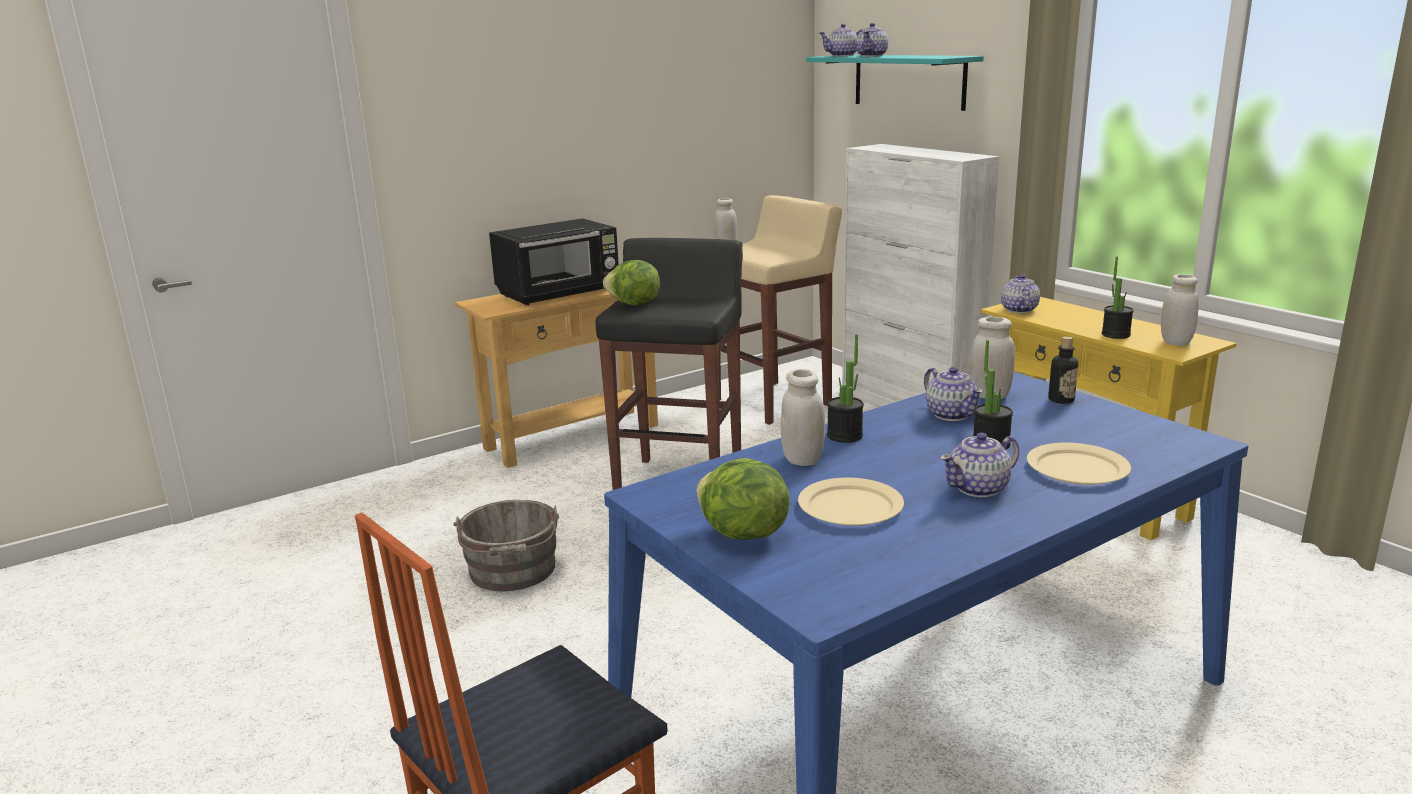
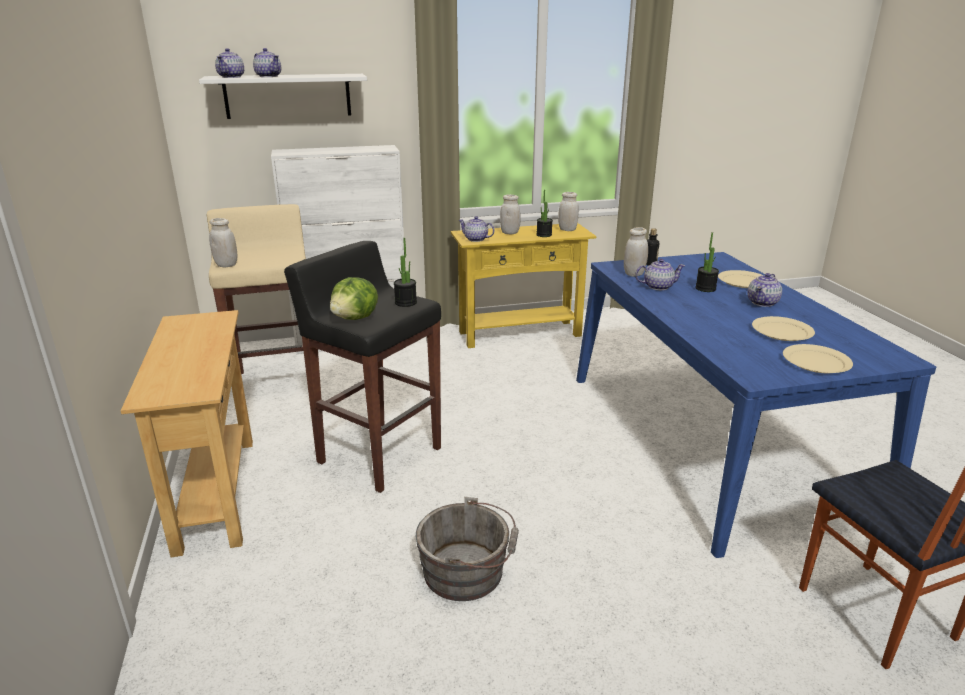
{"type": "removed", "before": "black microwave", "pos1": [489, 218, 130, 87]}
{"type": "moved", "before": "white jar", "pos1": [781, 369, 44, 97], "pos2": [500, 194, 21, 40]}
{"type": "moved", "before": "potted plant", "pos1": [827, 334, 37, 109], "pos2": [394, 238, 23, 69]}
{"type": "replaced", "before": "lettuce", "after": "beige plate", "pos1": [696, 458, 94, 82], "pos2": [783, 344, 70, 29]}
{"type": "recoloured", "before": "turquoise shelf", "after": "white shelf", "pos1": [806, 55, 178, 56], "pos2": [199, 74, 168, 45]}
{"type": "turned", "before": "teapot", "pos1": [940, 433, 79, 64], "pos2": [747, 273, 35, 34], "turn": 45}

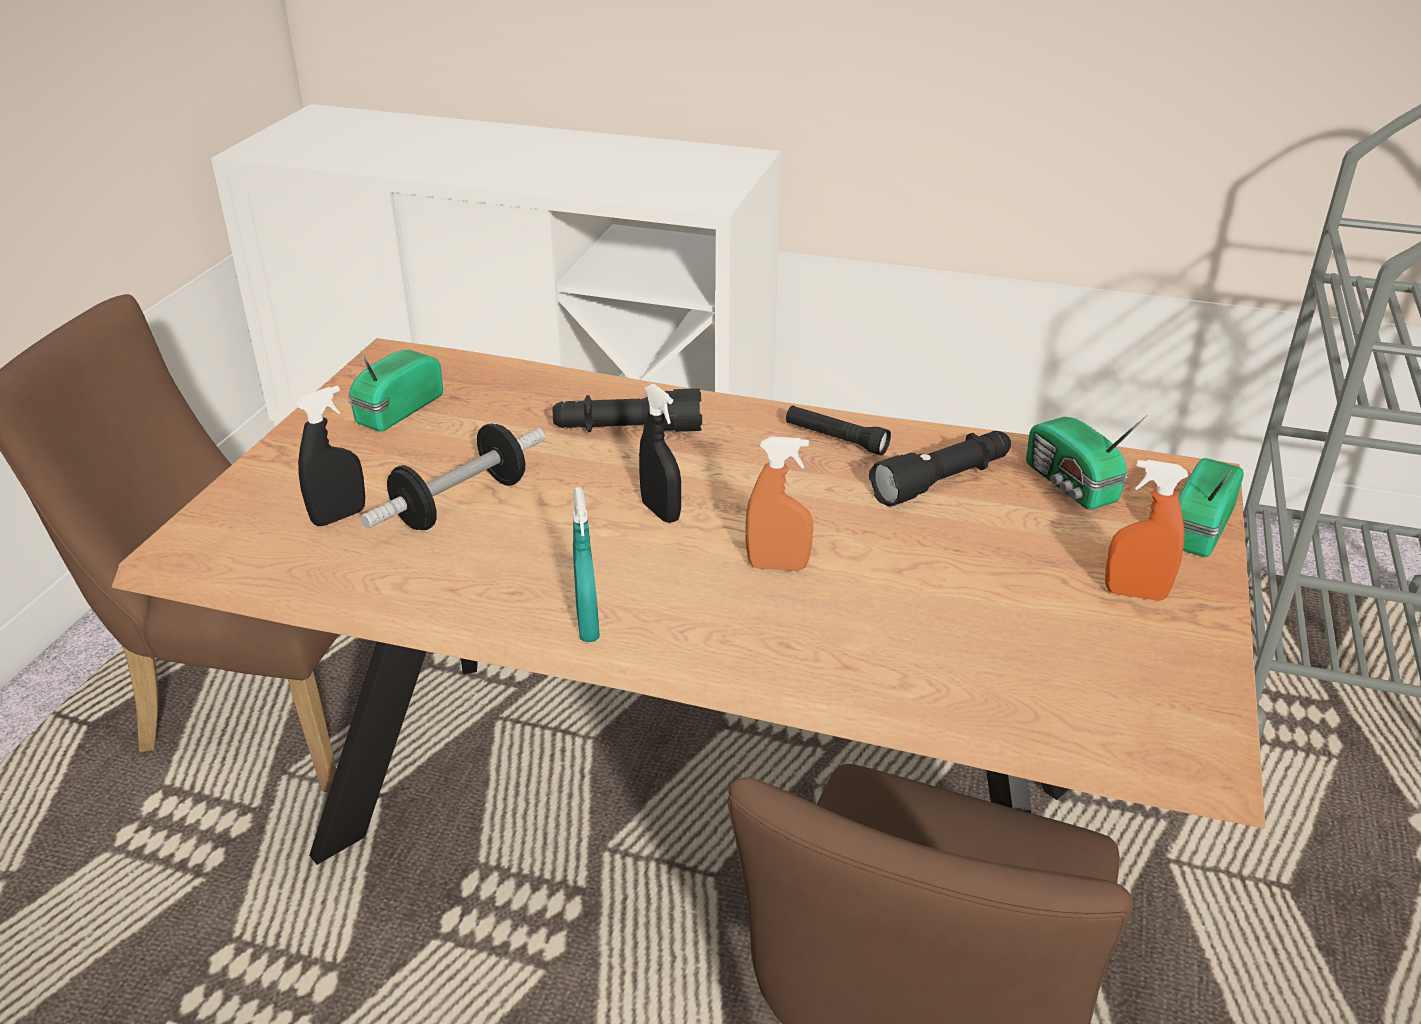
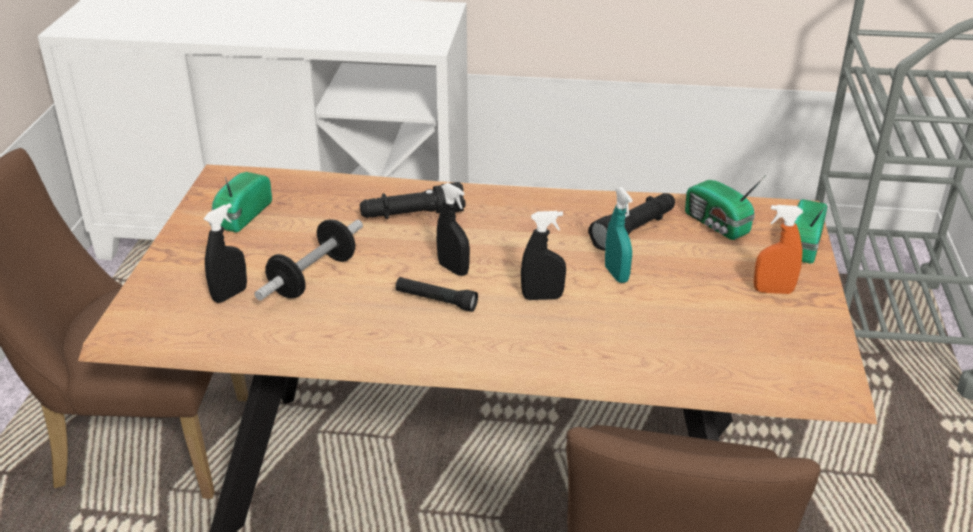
{"type": "moved", "before": "turquoise spray bottle", "pos1": [573, 487, 27, 155], "pos2": [605, 187, 28, 96]}
{"type": "moved", "before": "black flashlight", "pos1": [786, 406, 105, 49], "pos2": [396, 277, 82, 35]}
{"type": "recoloured", "before": "orange spray bottle", "after": "black spray bottle", "pos1": [745, 437, 68, 134], "pos2": [521, 211, 45, 89]}

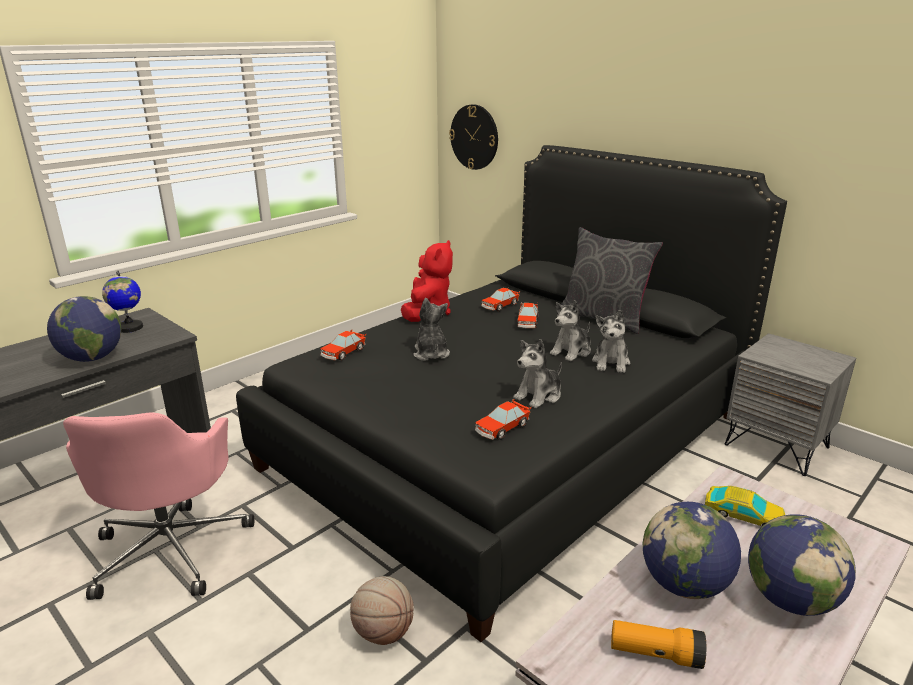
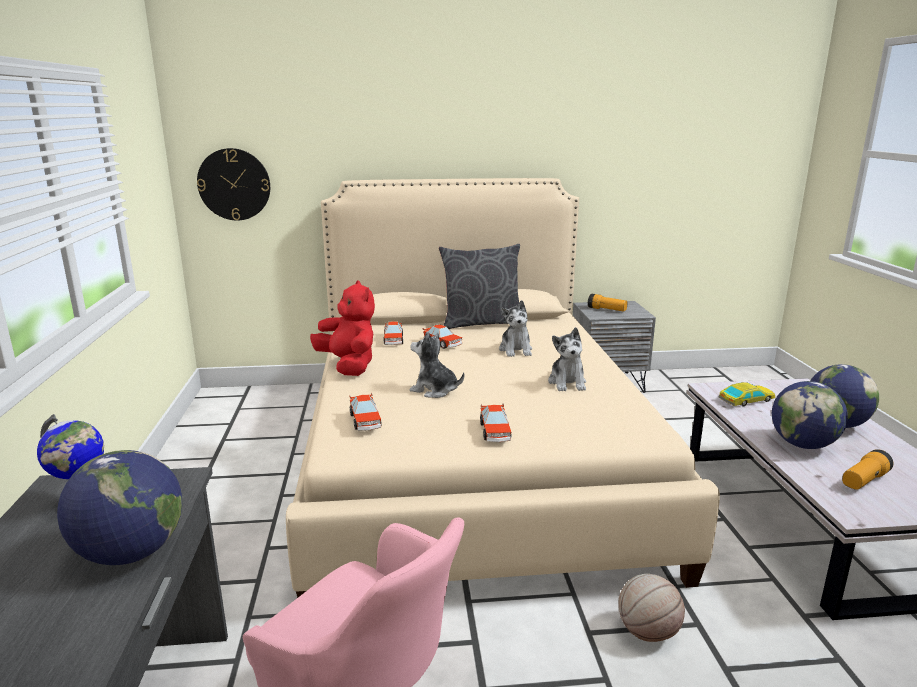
{"type": "removed", "before": "plush toy", "pos1": [592, 310, 38, 63]}
{"type": "added", "after": "flashlight", "pos2": [588, 294, 39, 18]}
{"type": "moved", "before": "toy car", "pos1": [475, 399, 56, 41], "pos2": [480, 404, 31, 38]}
{"type": "recoloured", "before": "black bed", "after": "beige bed", "pos1": [236, 145, 551, 497], "pos2": [286, 178, 434, 420]}

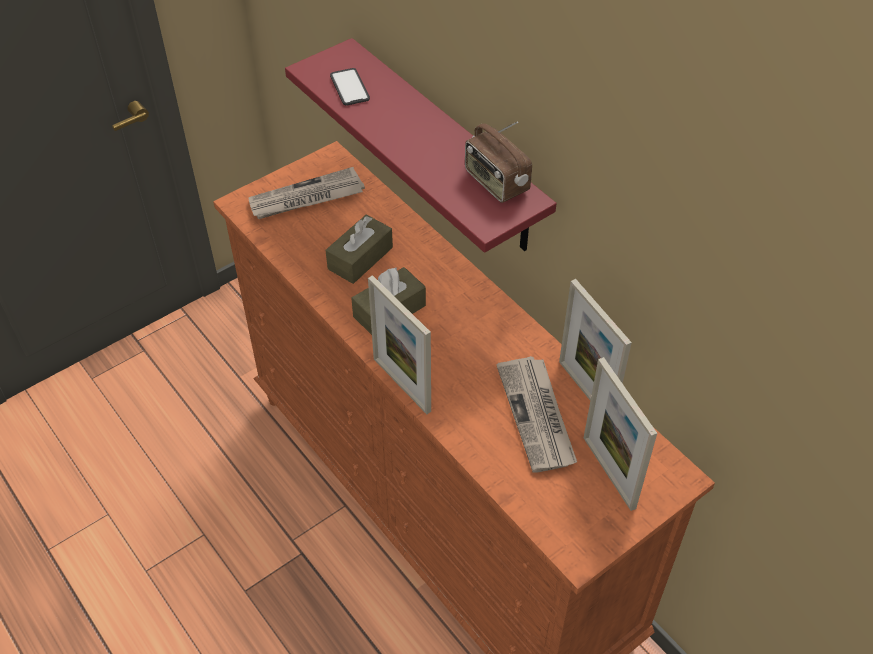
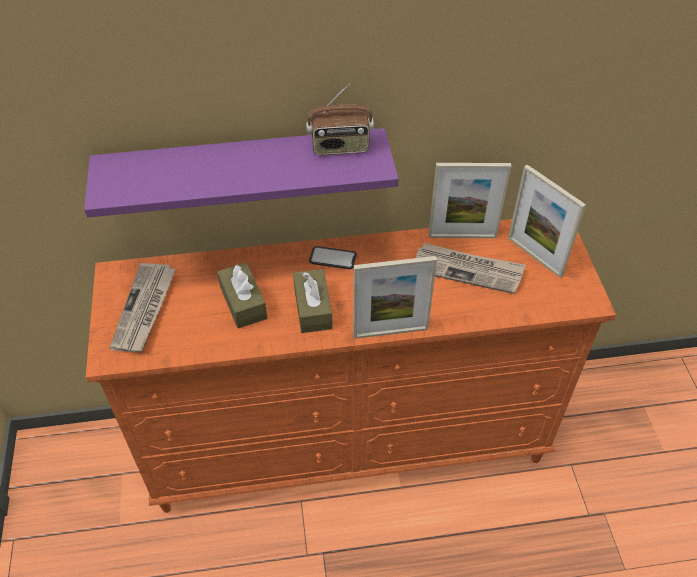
{"type": "moved", "before": "phone", "pos1": [330, 68, 40, 38], "pos2": [309, 246, 48, 23]}
{"type": "recoloured", "before": "red shelf", "after": "purple shelf", "pos1": [285, 38, 272, 215], "pos2": [84, 128, 315, 89]}
{"type": "turned", "before": "picture frame", "pos1": [584, 357, 73, 154], "pos2": [508, 165, 78, 113], "turn": 45}

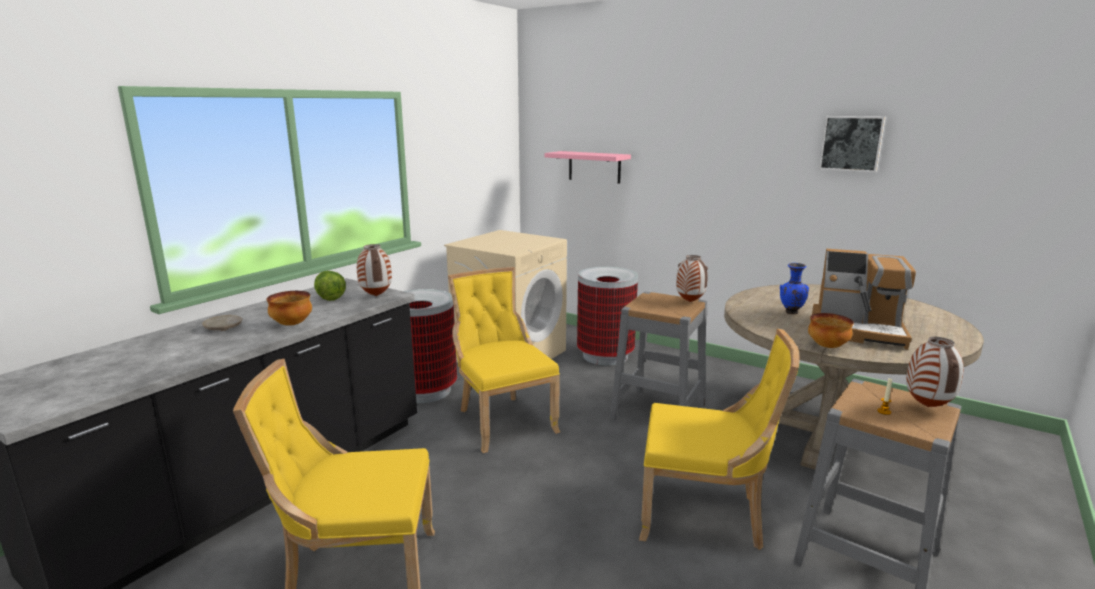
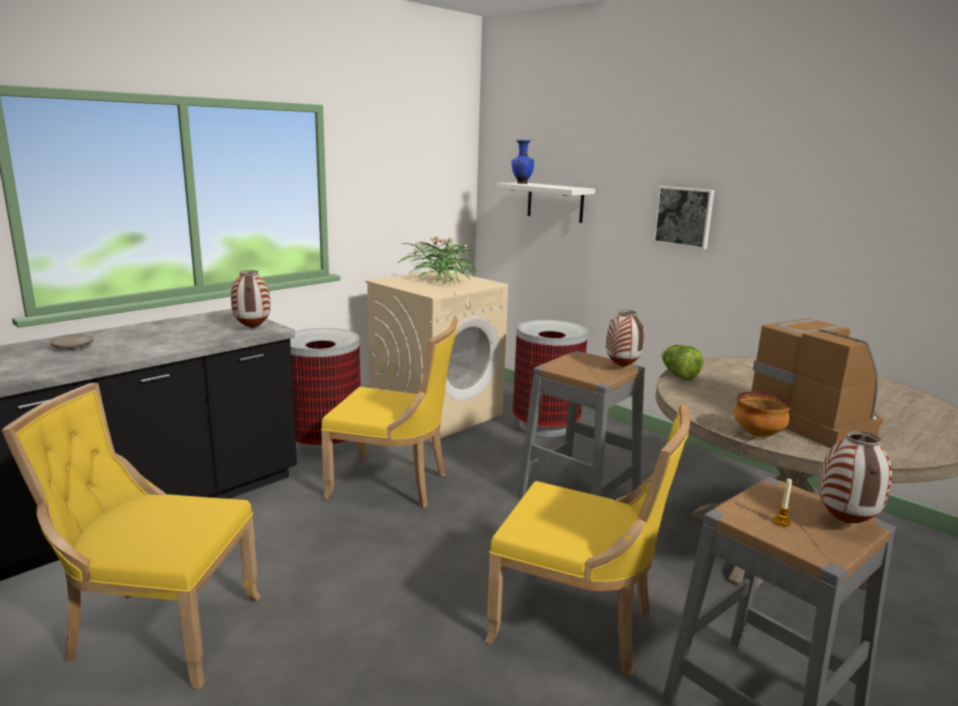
{"type": "removed", "before": "bowl", "pos1": [266, 291, 46, 35]}
{"type": "added", "after": "potted plant", "pos2": [398, 236, 79, 49]}
{"type": "moved", "before": "lettuce", "pos1": [314, 271, 32, 30], "pos2": [661, 345, 42, 35]}
{"type": "moved", "before": "blue vase", "pos1": [780, 263, 29, 51], "pos2": [511, 140, 23, 44]}
{"type": "moved", "before": "picture", "pos1": [819, 116, 67, 56], "pos2": [653, 186, 61, 63]}
{"type": "recoloured", "before": "pink shelf", "after": "white shelf", "pos1": [544, 151, 87, 33], "pos2": [497, 182, 98, 41]}
{"type": "turned", "before": "yellow chair", "pos1": [448, 267, 112, 186], "pos2": [321, 318, 137, 190], "turn": 120}
{"type": "turned", "before": "coffee machine", "pos1": [812, 249, 104, 101], "pos2": [751, 318, 133, 130], "turn": -150}

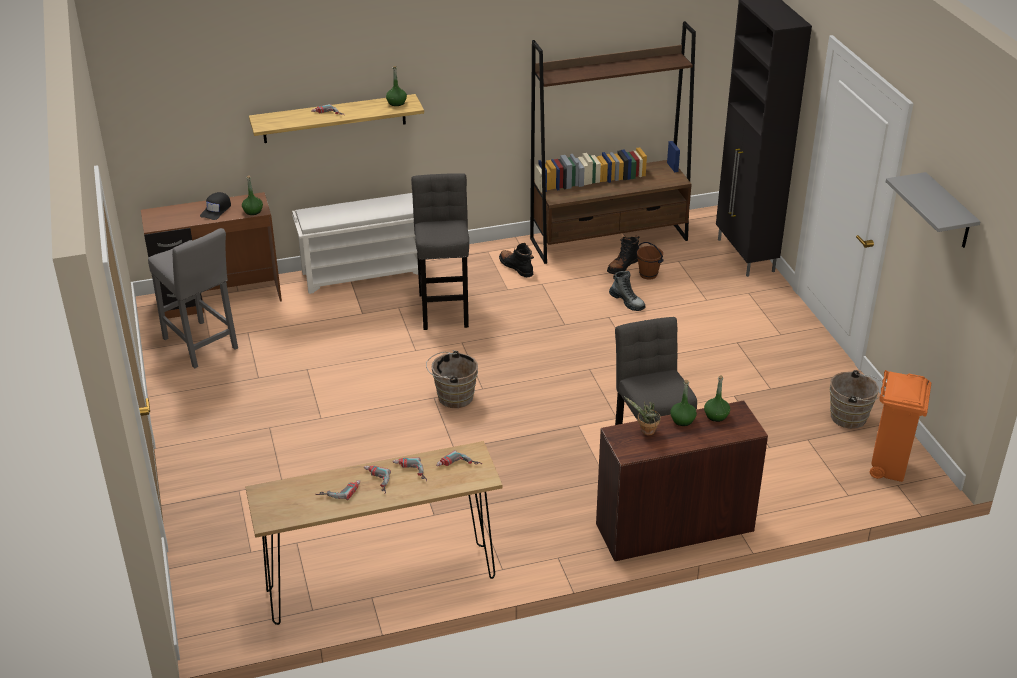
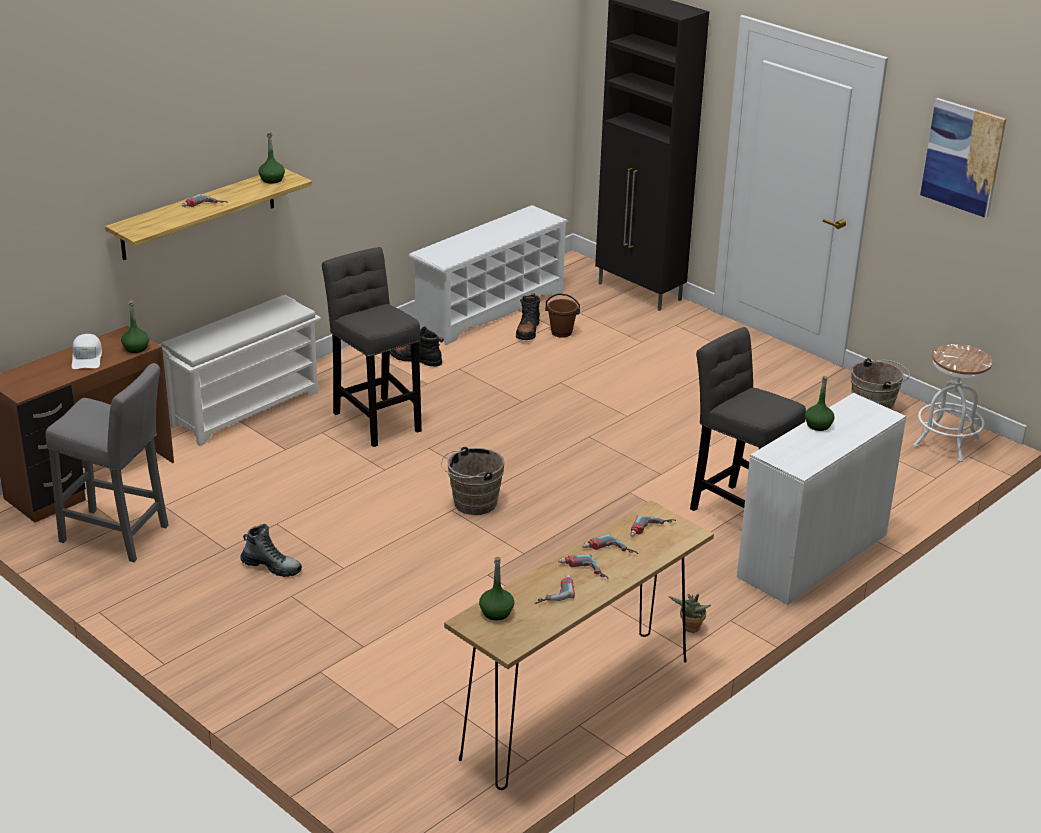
{"type": "moved", "before": "boot", "pos1": [609, 271, 37, 40], "pos2": [240, 524, 62, 53]}
{"type": "moved", "before": "potted plant", "pos1": [624, 397, 37, 38], "pos2": [668, 594, 43, 39]}
{"type": "moved", "before": "green bottle", "pos1": [704, 376, 26, 46], "pos2": [479, 557, 35, 63]}
{"type": "replaced", "before": "brown bookcase", "after": "white shoe rack", "pos1": [530, 21, 166, 243], "pos2": [409, 205, 160, 140]}
{"type": "replaced", "before": "orange trash can", "after": "white stool", "pos1": [870, 370, 61, 112], "pos2": [913, 344, 80, 118]}
{"type": "replaced", "before": "grey shelf", "after": "picture", "pos1": [886, 172, 95, 76], "pos2": [920, 98, 86, 120]}
{"type": "recoloured", "before": "black cap", "after": "white cap", "pos1": [200, 192, 31, 28], "pos2": [72, 334, 30, 35]}
{"type": "recoloured", "before": "brown desk", "after": "white desk", "pos1": [596, 401, 172, 160], "pos2": [737, 393, 169, 212]}

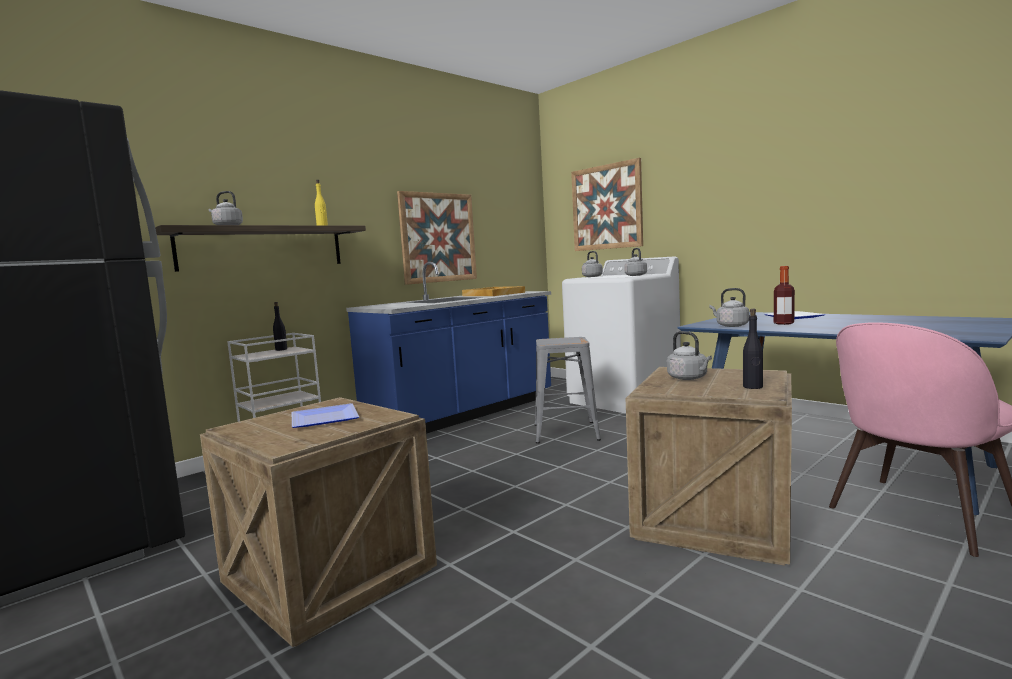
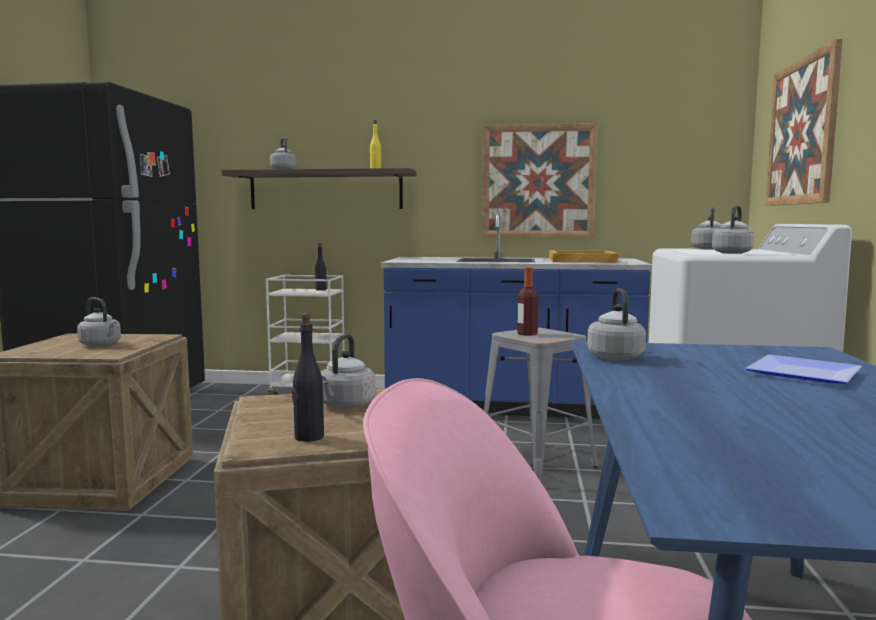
{"type": "moved", "before": "bottle", "pos1": [774, 266, 21, 59], "pos2": [517, 267, 21, 69]}
{"type": "replaced", "before": "plate", "after": "grey kettle", "pos1": [292, 403, 67, 25], "pos2": [77, 297, 44, 49]}

